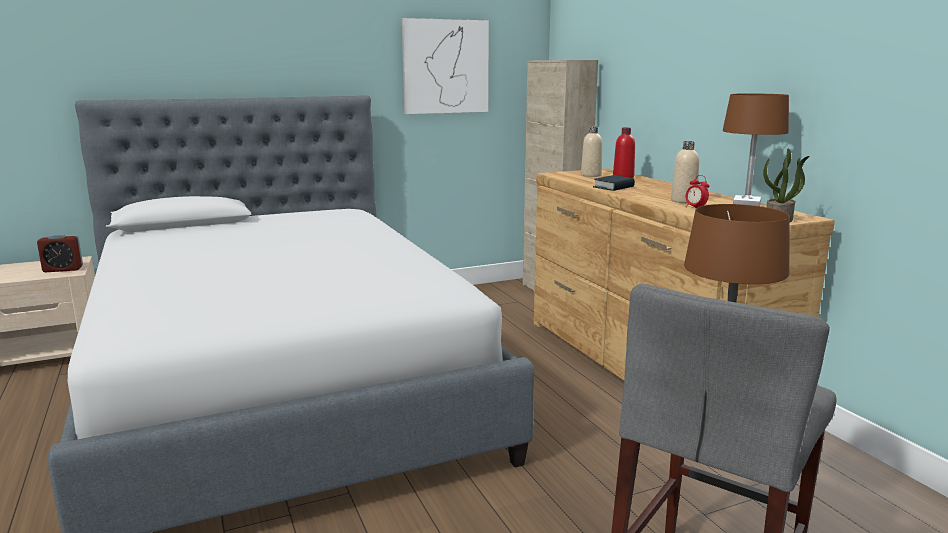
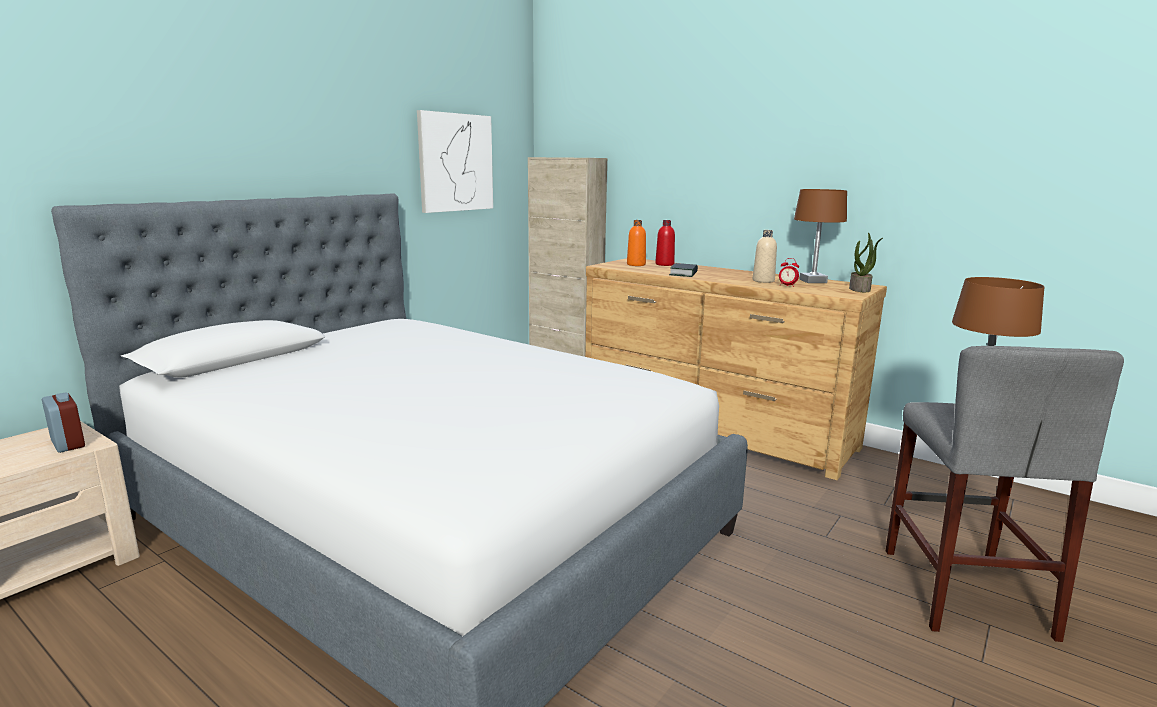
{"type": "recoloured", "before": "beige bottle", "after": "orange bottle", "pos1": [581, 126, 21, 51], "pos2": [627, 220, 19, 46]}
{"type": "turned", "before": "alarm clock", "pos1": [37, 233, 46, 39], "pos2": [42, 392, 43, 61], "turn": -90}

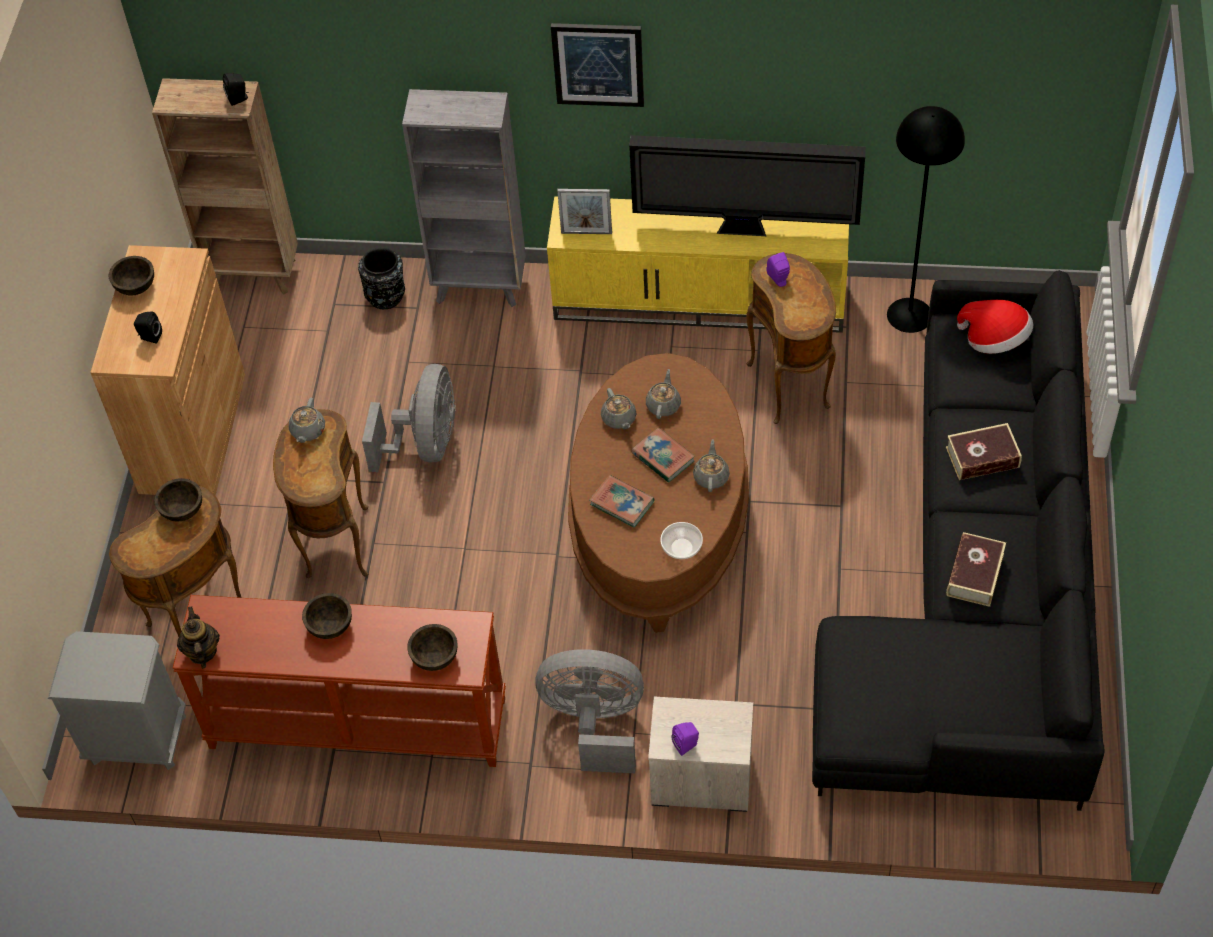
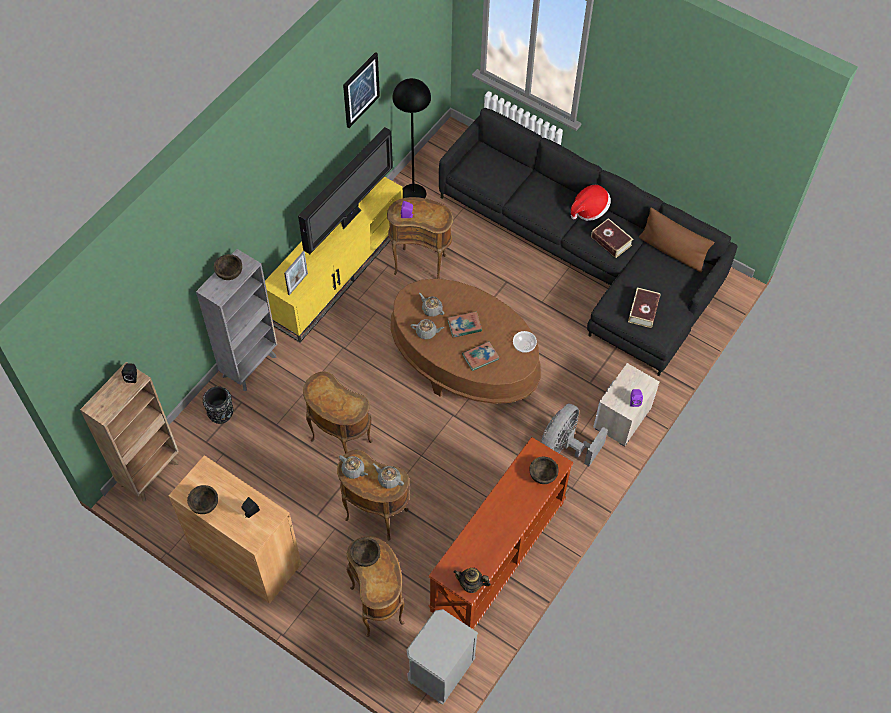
{"type": "added", "after": "brown pillow", "pos2": [639, 207, 75, 66]}
{"type": "moved", "before": "brown bowl", "pos1": [302, 593, 50, 46], "pos2": [214, 254, 28, 26]}
{"type": "moved", "before": "picture", "pos1": [551, 23, 93, 84], "pos2": [343, 52, 37, 76]}
{"type": "moved", "before": "grey teapot", "pos1": [693, 439, 37, 53], "pos2": [373, 463, 31, 25]}
{"type": "moved", "before": "book", "pos1": [946, 423, 76, 57], "pos2": [628, 287, 32, 41]}
{"type": "moved", "before": "hat", "pos1": [957, 300, 77, 54], "pos2": [571, 185, 40, 36]}
{"type": "replaced", "before": "grey fan", "after": "brown side table", "pos1": [362, 364, 94, 108], "pos2": [303, 372, 70, 82]}

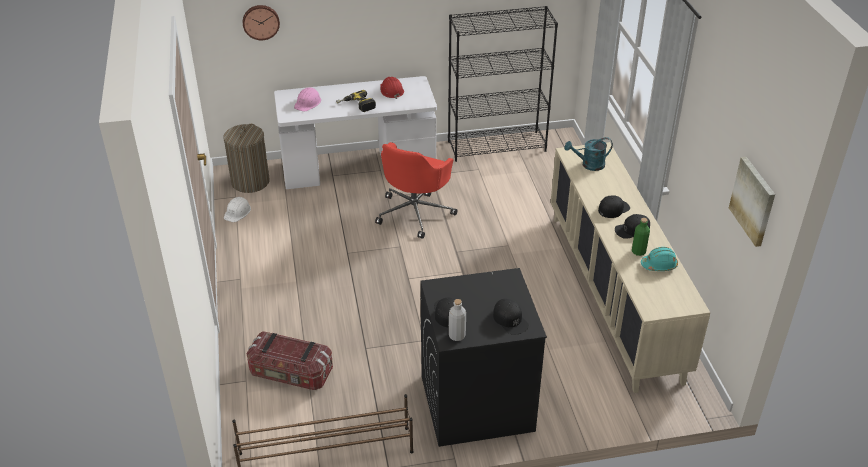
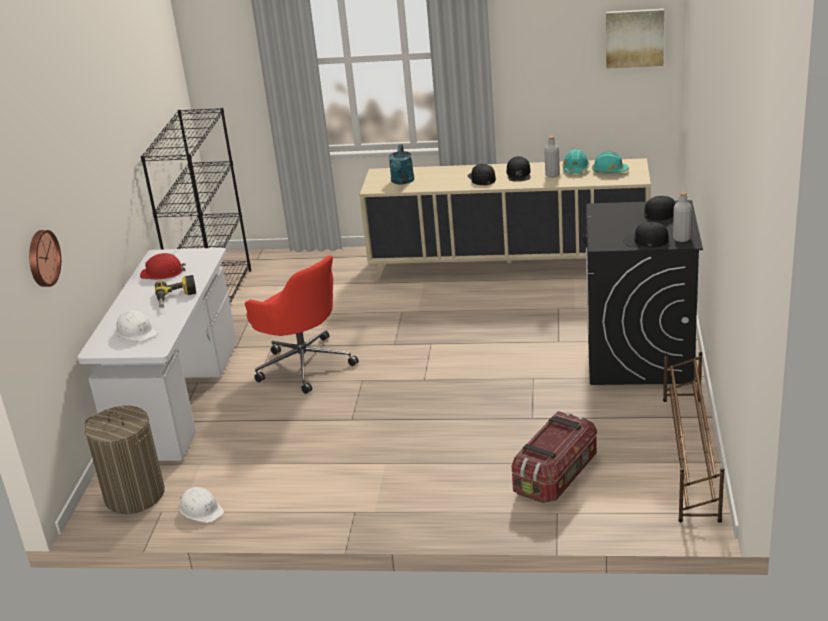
{"type": "added", "after": "turquoise hard hat", "pos2": [592, 151, 37, 22]}
{"type": "recoloured", "before": "pink hard hat", "after": "white hard hat", "pos1": [294, 87, 27, 24], "pos2": [116, 310, 41, 32]}
{"type": "recoloured", "before": "green bottle", "after": "grey bottle", "pos1": [632, 218, 18, 38], "pos2": [544, 136, 16, 42]}

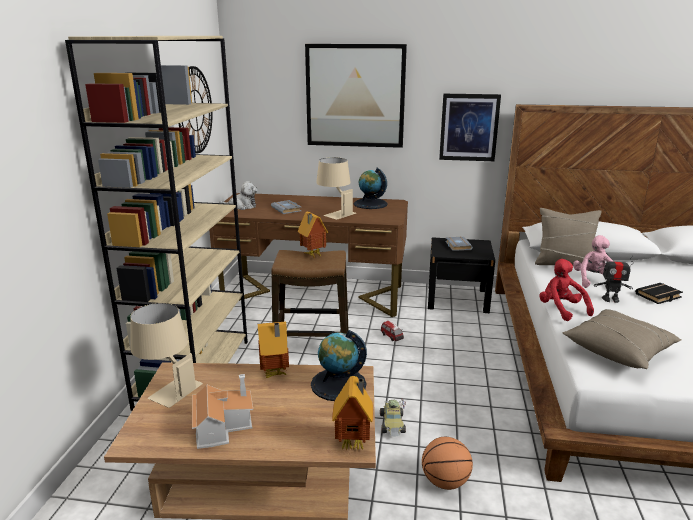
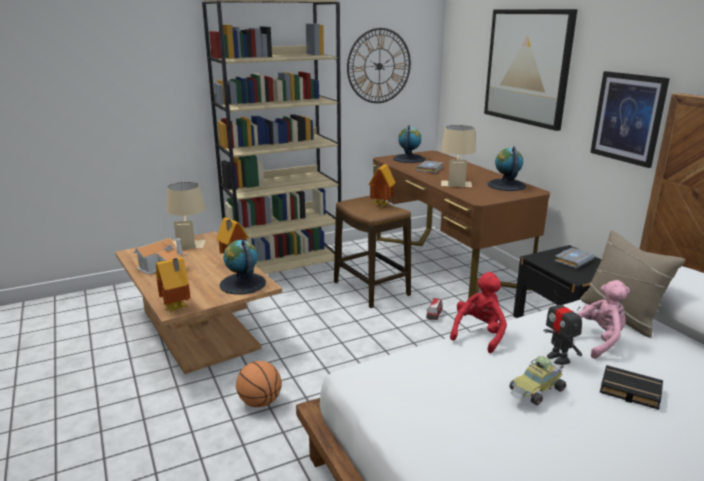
{"type": "removed", "before": "beige pillow", "pos1": [563, 309, 118, 60]}
{"type": "moved", "before": "toy car", "pos1": [380, 400, 26, 36], "pos2": [510, 356, 56, 50]}
{"type": "replaced", "before": "plush toy", "after": "globe", "pos1": [219, 181, 39, 29], "pos2": [393, 125, 32, 38]}

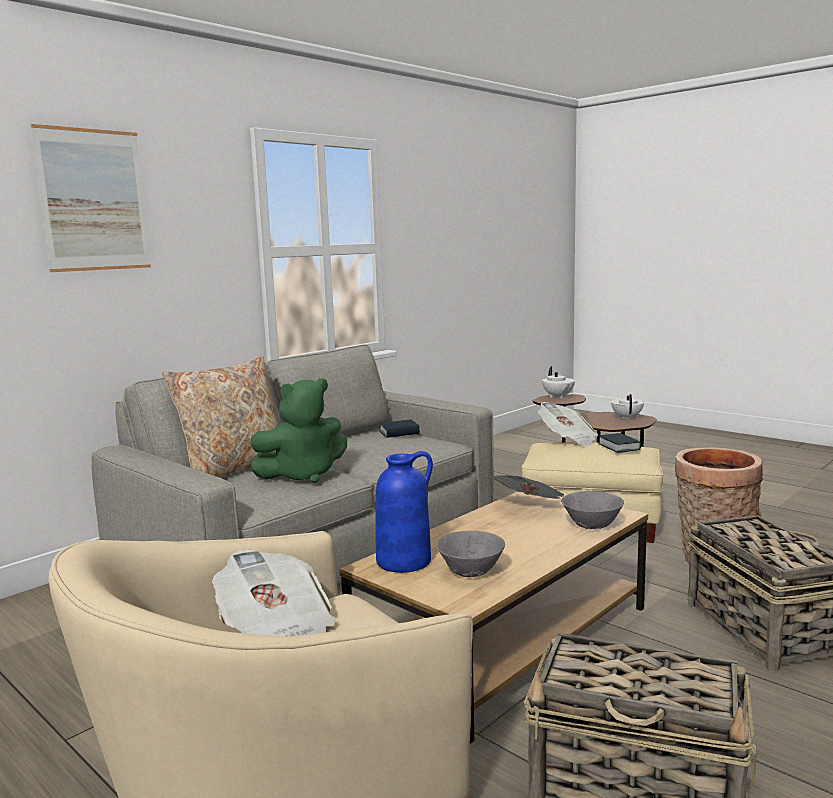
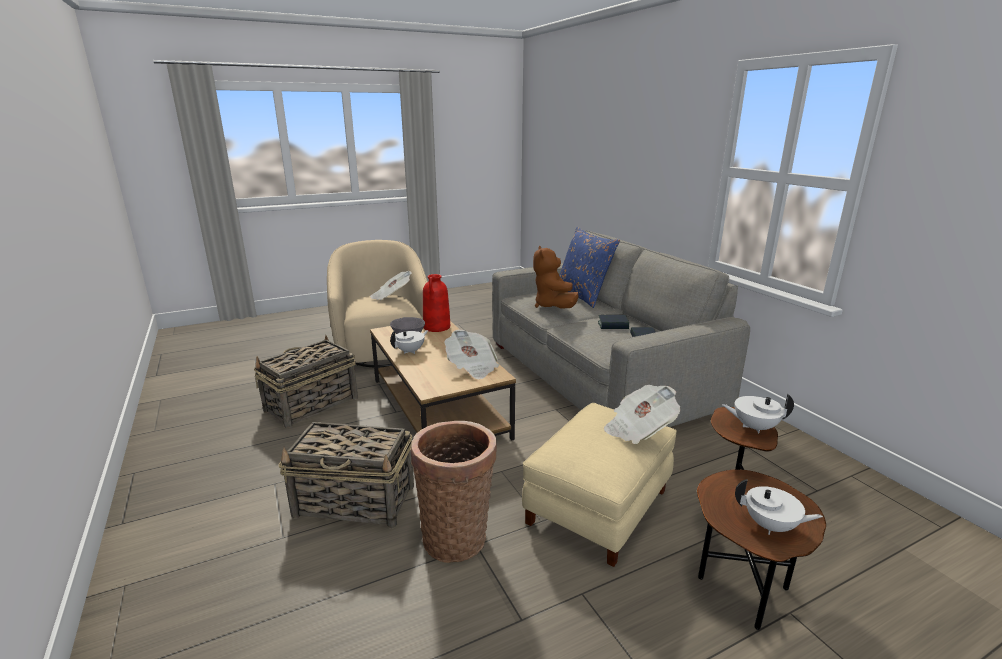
{"type": "removed", "before": "picture", "pos1": [31, 124, 120, 148]}
{"type": "removed", "before": "grey bowl", "pos1": [561, 491, 63, 38]}
{"type": "added", "after": "white teapot", "pos2": [390, 330, 38, 24]}
{"type": "moved", "before": "book", "pos1": [598, 433, 43, 20], "pos2": [598, 315, 31, 14]}
{"type": "recoloured", "before": "beige pillow", "after": "blue pillow", "pos1": [162, 356, 117, 122], "pos2": [559, 227, 61, 81]}
{"type": "recoloured", "before": "green plush toy", "after": "brown plush toy", "pos1": [250, 378, 97, 105], "pos2": [533, 246, 46, 63]}
{"type": "recoloured", "before": "blue vase", "after": "red vase", "pos1": [375, 451, 58, 122], "pos2": [423, 274, 27, 58]}

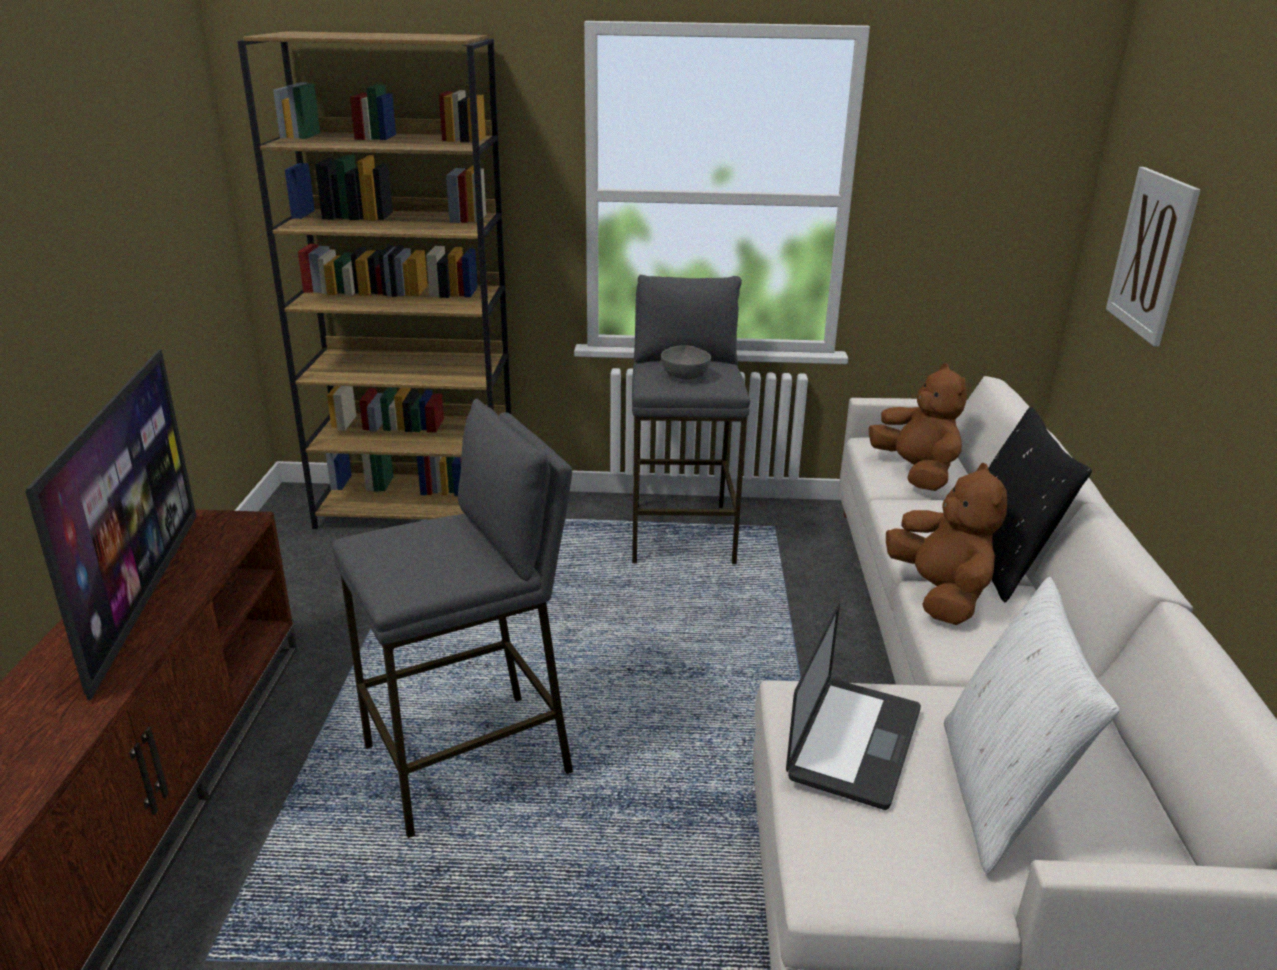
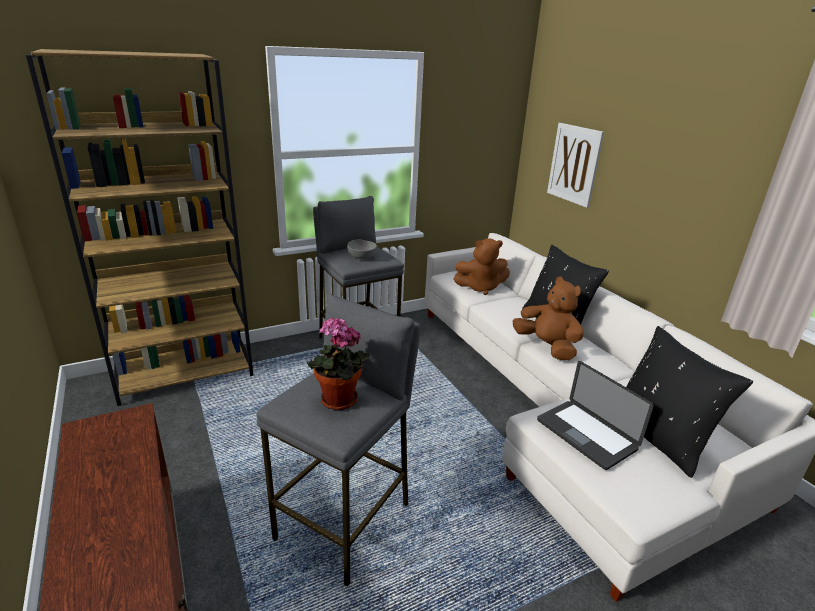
{"type": "removed", "before": "television", "pos1": [25, 349, 171, 351]}
{"type": "added", "after": "potted plant", "pos2": [306, 317, 64, 93]}
{"type": "recoloured", "before": "white pillow", "after": "black pillow", "pos1": [944, 577, 175, 297], "pos2": [626, 326, 127, 152]}
{"type": "turned", "before": "laptop", "pos1": [786, 604, 135, 206], "pos2": [537, 361, 117, 109], "turn": 150}
{"type": "turned", "before": "brown plush toy", "pos1": [869, 363, 98, 128], "pos2": [453, 238, 57, 57], "turn": 135}

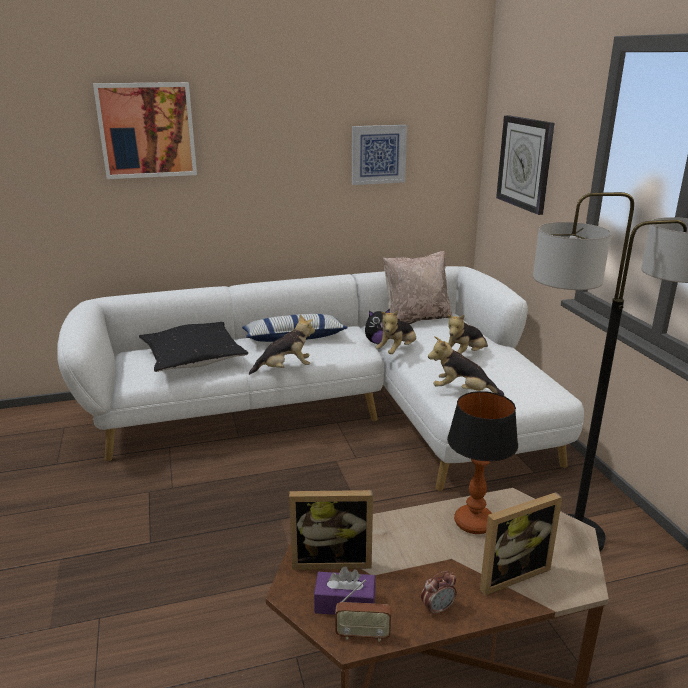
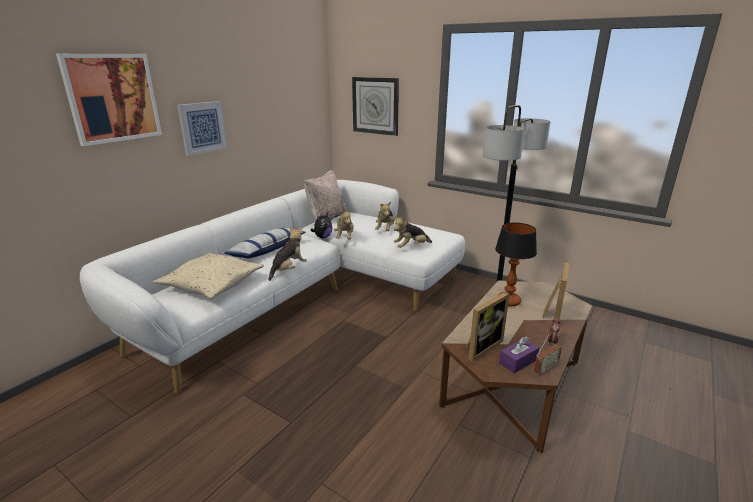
{"type": "moved", "before": "picture", "pos1": [352, 125, 55, 60], "pos2": [177, 101, 50, 55]}
{"type": "recoloured", "before": "black pillow", "after": "beige pillow", "pos1": [139, 322, 109, 50], "pos2": [153, 253, 111, 46]}

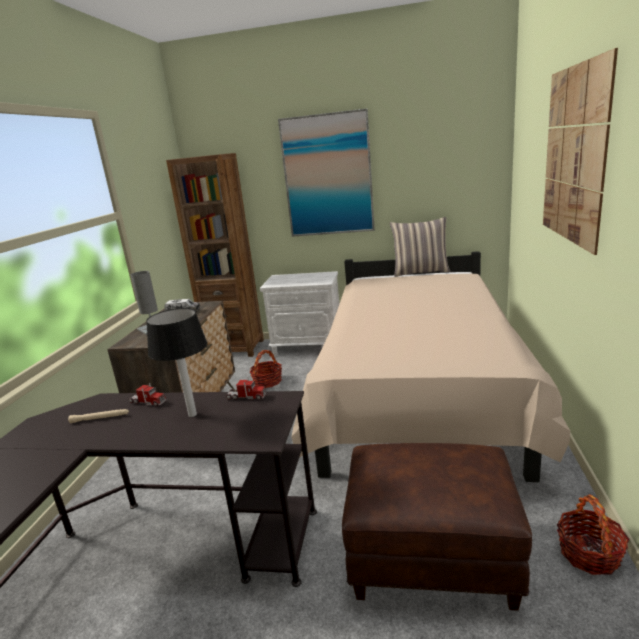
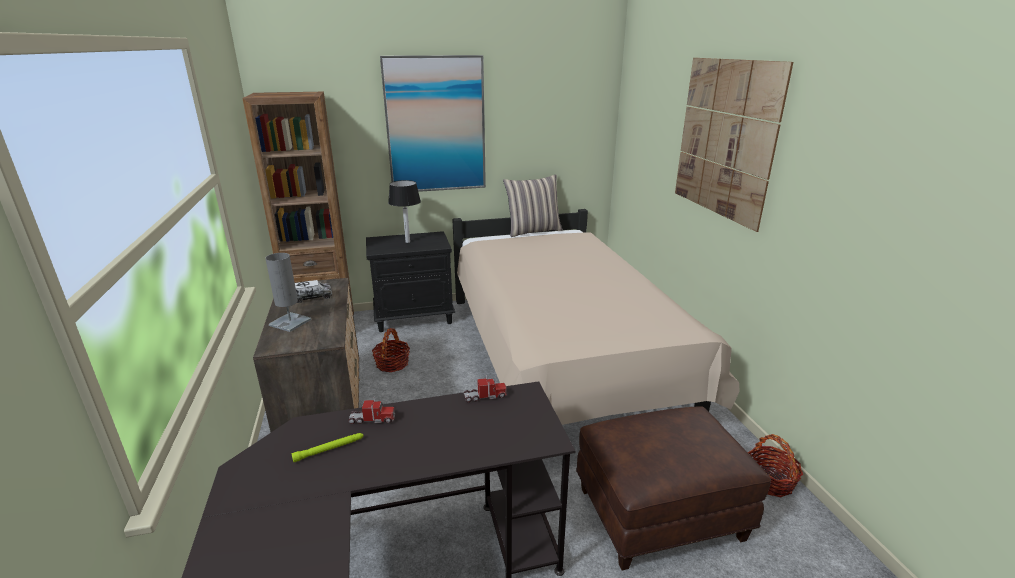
{"type": "moved", "before": "table lamp", "pos1": [146, 308, 62, 109], "pos2": [388, 180, 33, 63]}
{"type": "recoloured", "before": "beige flashlight", "after": "green flashlight", "pos1": [68, 409, 61, 14], "pos2": [292, 433, 72, 29]}
{"type": "recoloured", "before": "white nightstand", "after": "black nightstand", "pos1": [260, 271, 79, 86], "pos2": [366, 231, 89, 101]}

